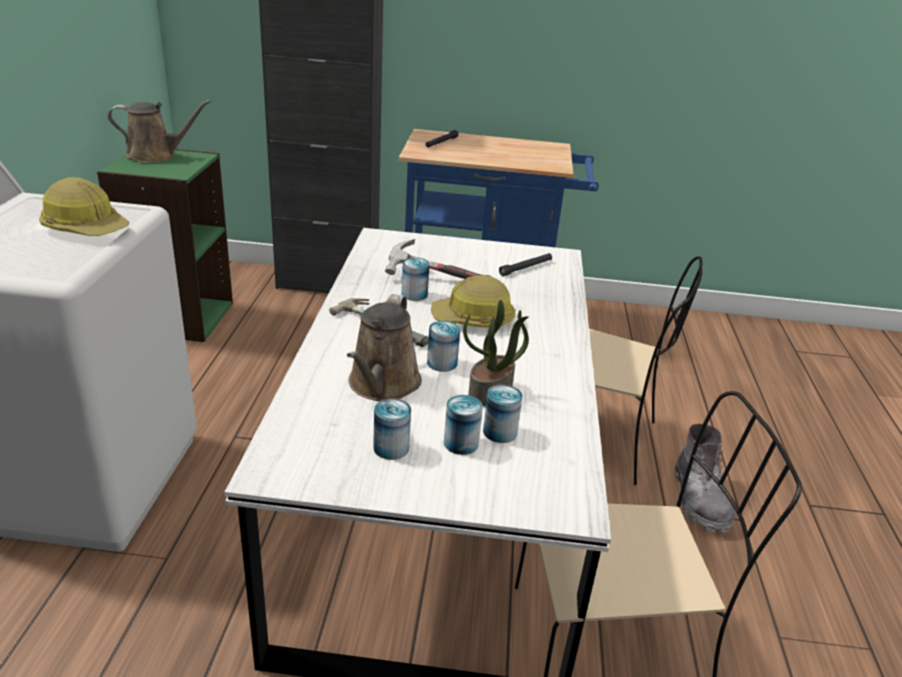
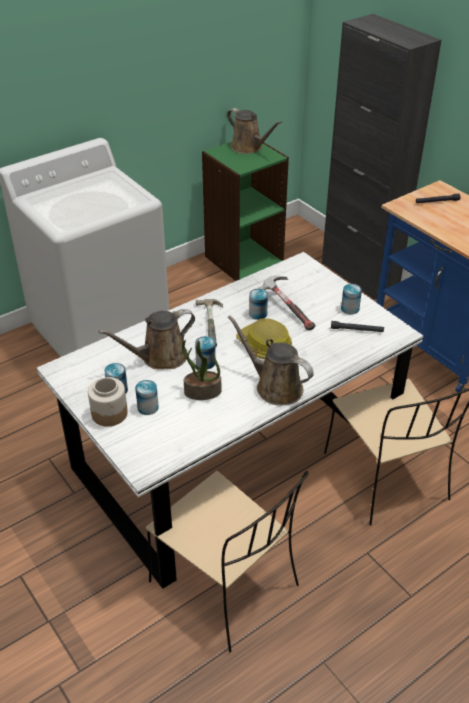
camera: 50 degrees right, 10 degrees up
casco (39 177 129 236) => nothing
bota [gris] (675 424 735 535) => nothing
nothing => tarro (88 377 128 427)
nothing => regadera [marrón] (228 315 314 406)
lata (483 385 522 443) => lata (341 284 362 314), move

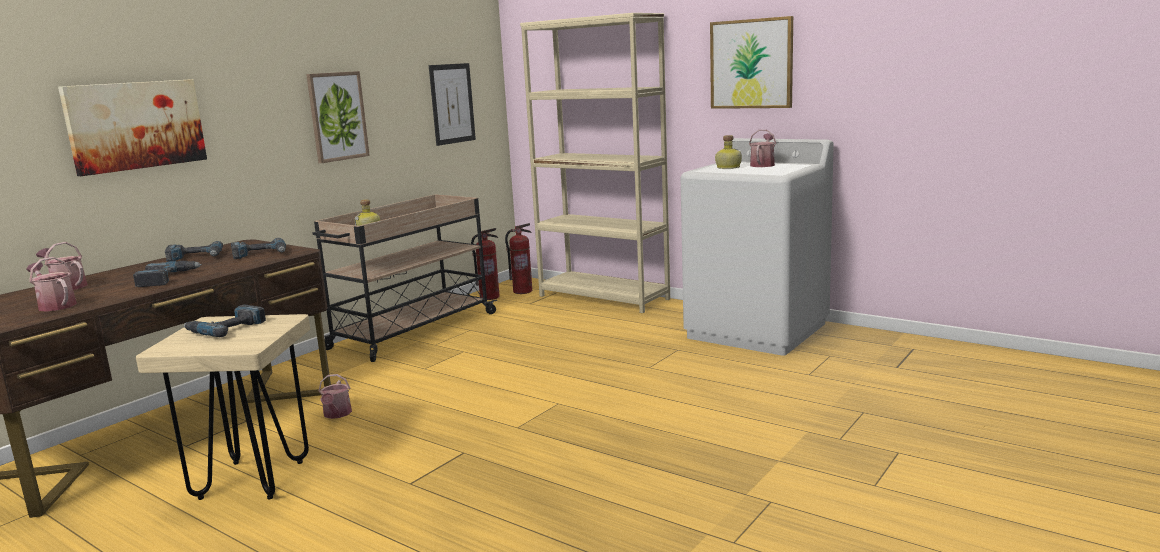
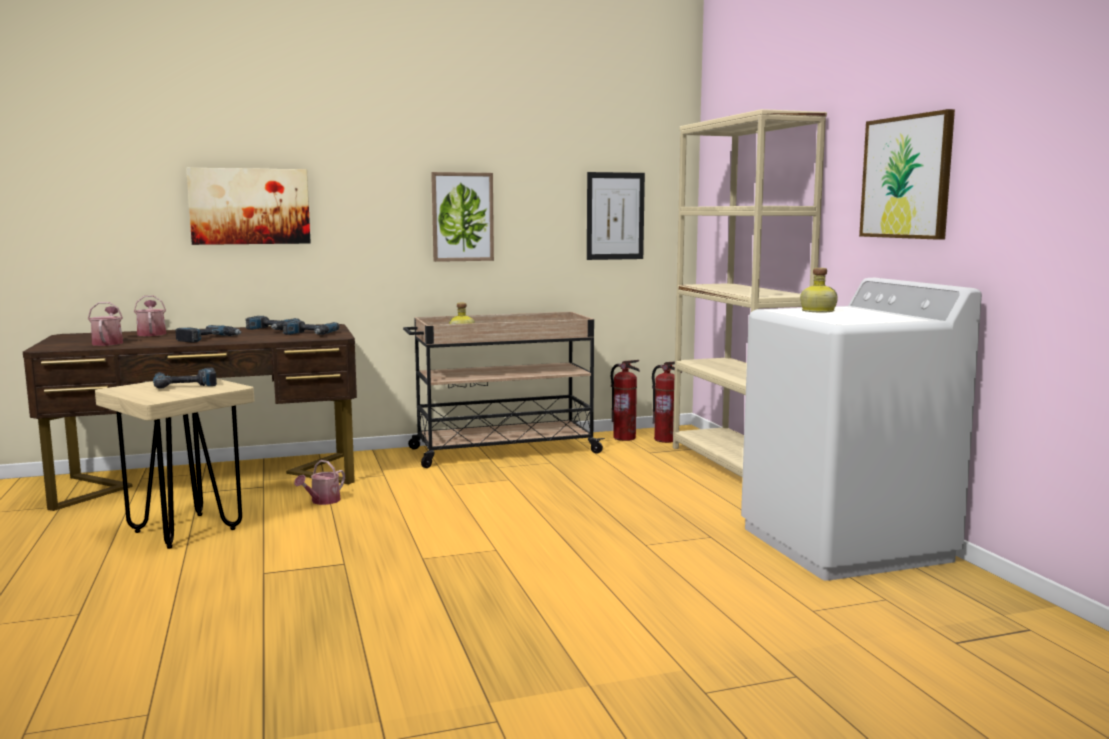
camera: 35 degrees right, 5 degrees down
regadera (749 130 776 167) => nothing

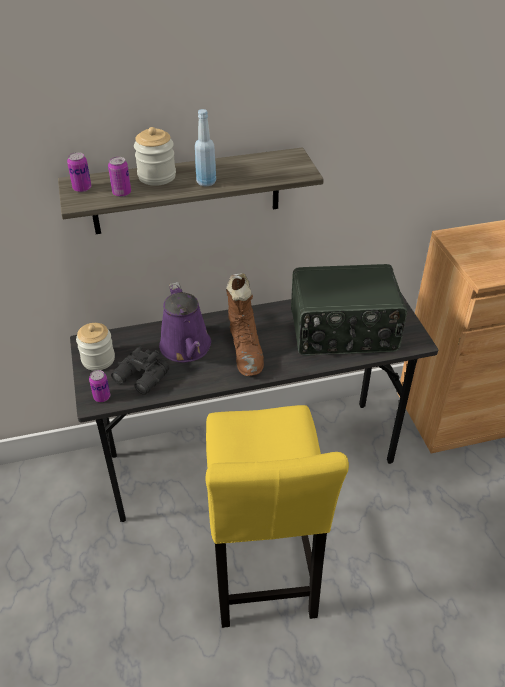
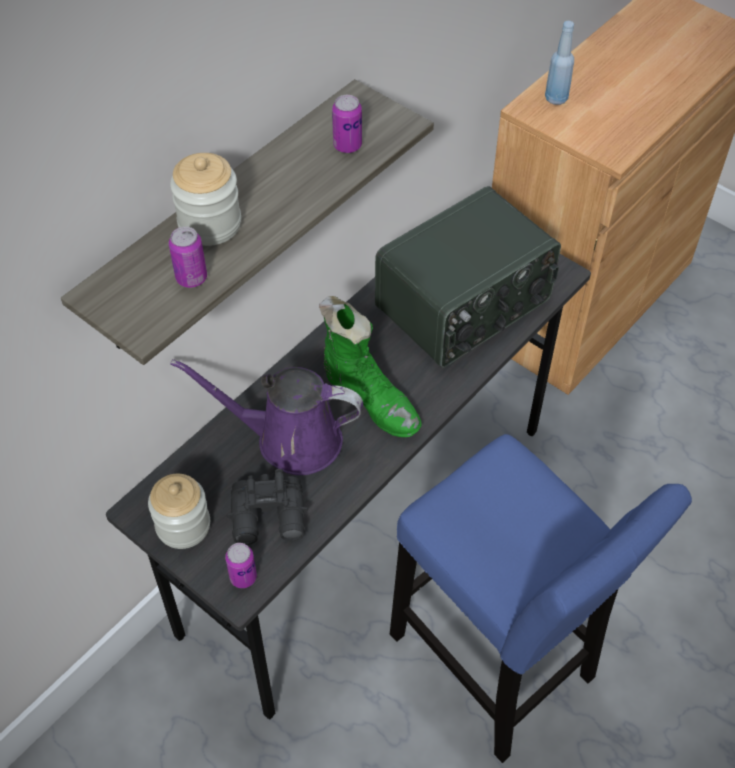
camera: 35 degrees left, 10 degrees up
lata (67 152 92 192) => lata (332 95 362 153), move
botella [azul] (195 109 216 187) => botella [azul] (545 21 574 105), move
taburete [amarillo] (205 405 349 628) => taburete [azul] (390 434 692 763)
bota [marrón] (226 273 264 376) => bota [verde] (319 296 422 437)
regadera [morado] (159 282 211 362) => regadera [morado] (170 359 363 475), 150 degrees clockwise

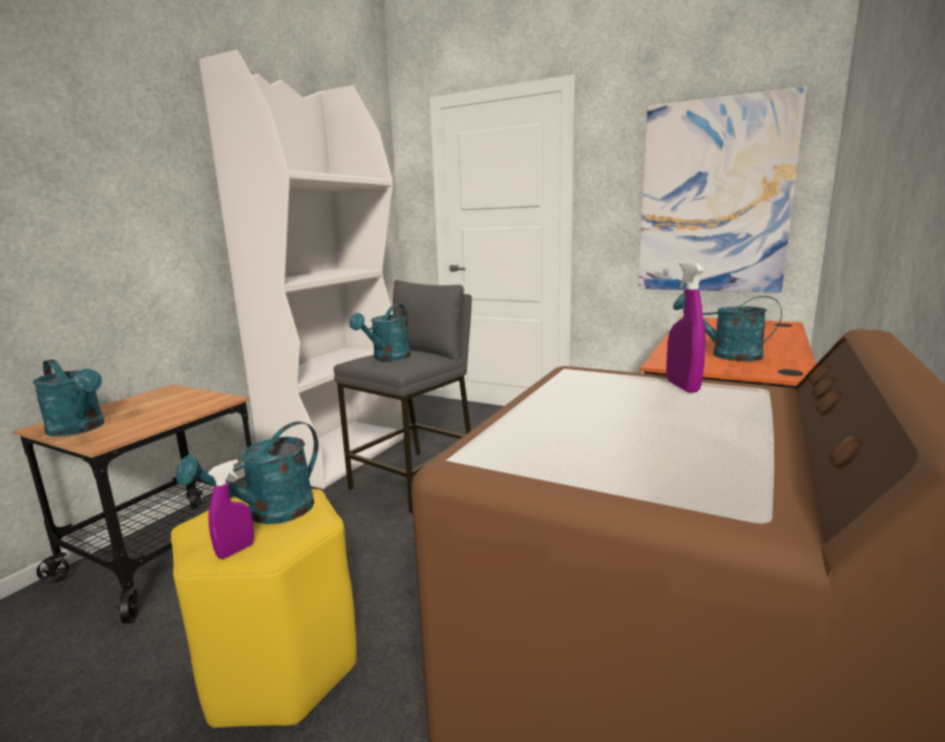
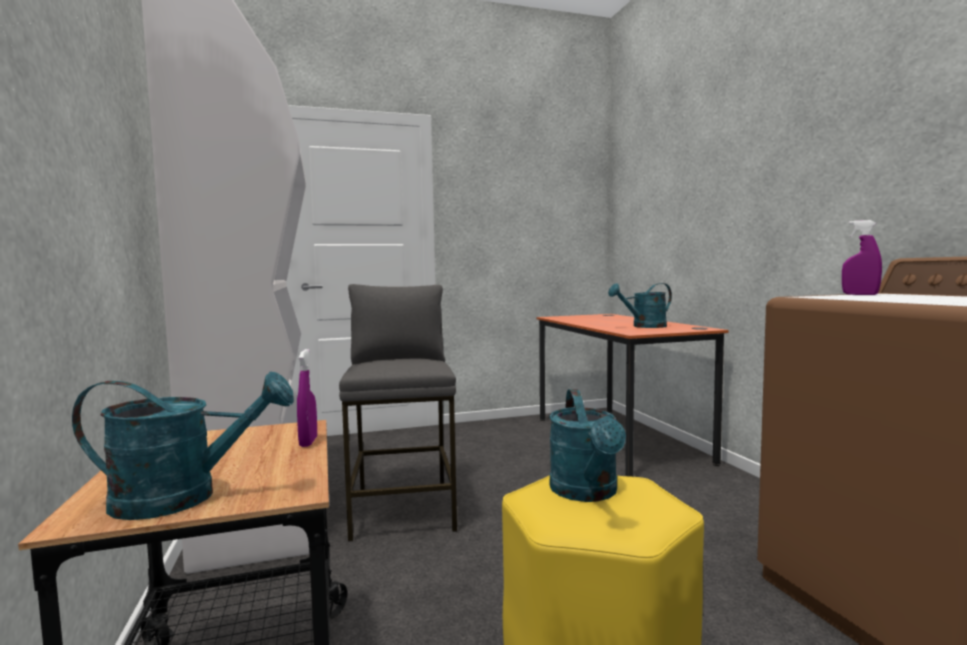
camera: 45 degrees left, 10 degrees down
regadera [turquesa] (349 304 411 361) => nothing
cuadro (638 86 807 293) => nothing
pulverizador [morado] (208 459 254 559) => pulverizador [morado] (297 349 317 447), move

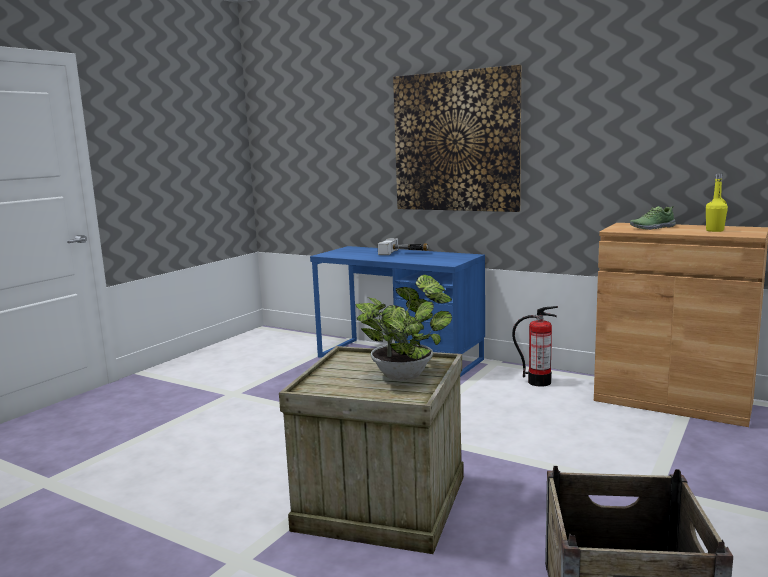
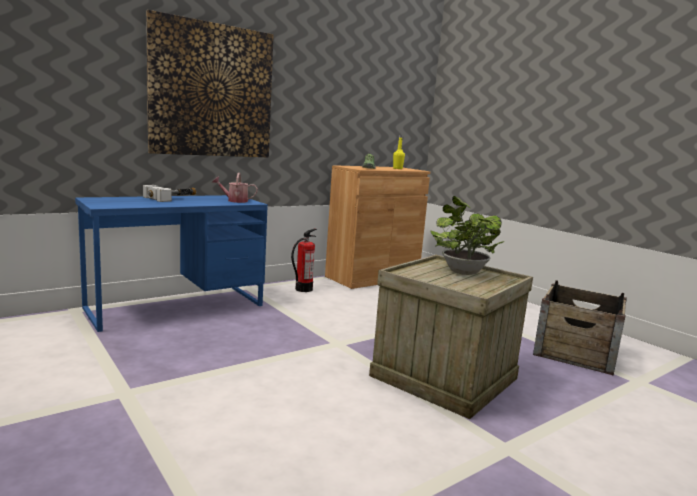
camera: 70 degrees left, 0 degrees up
nothing => regadera (212 173 258 203)

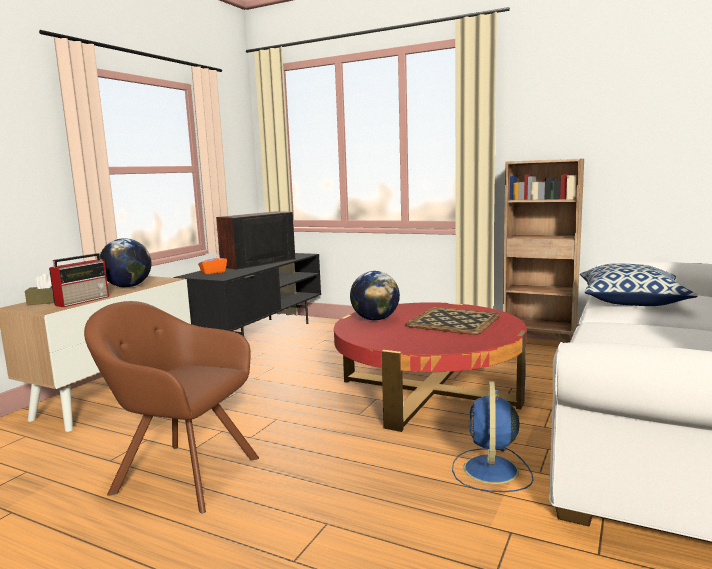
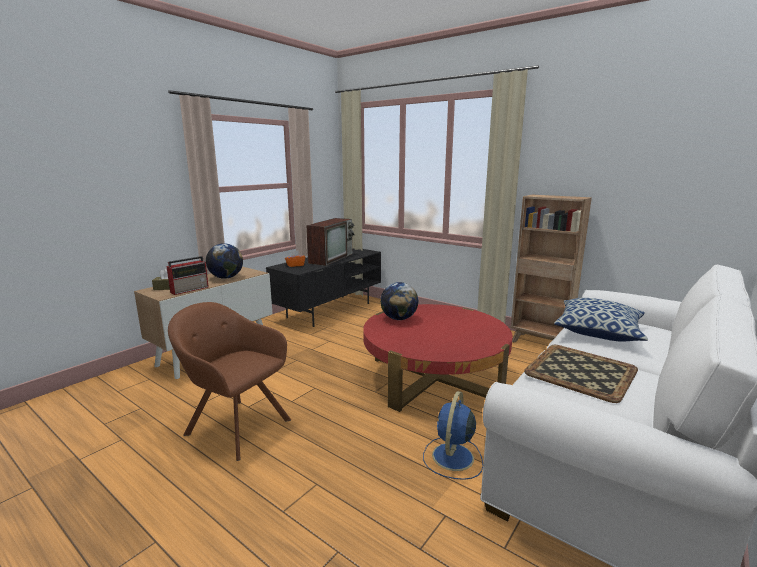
camera: 10 degrees right, 5 degrees up
bandeja (405 307 500 335) => bandeja (524 345 638 403), move
televisor (216 211 295 270) => televisor (306 218 355 266), 150 degrees clockwise

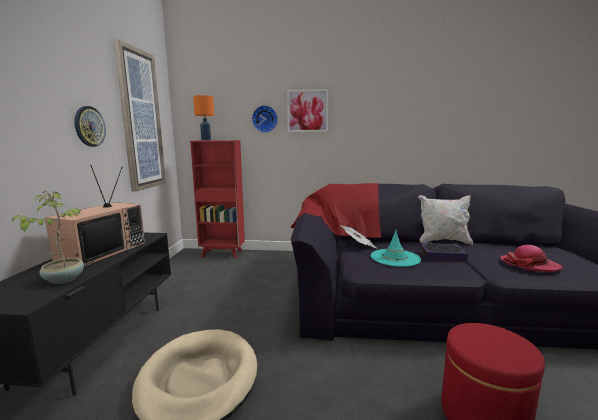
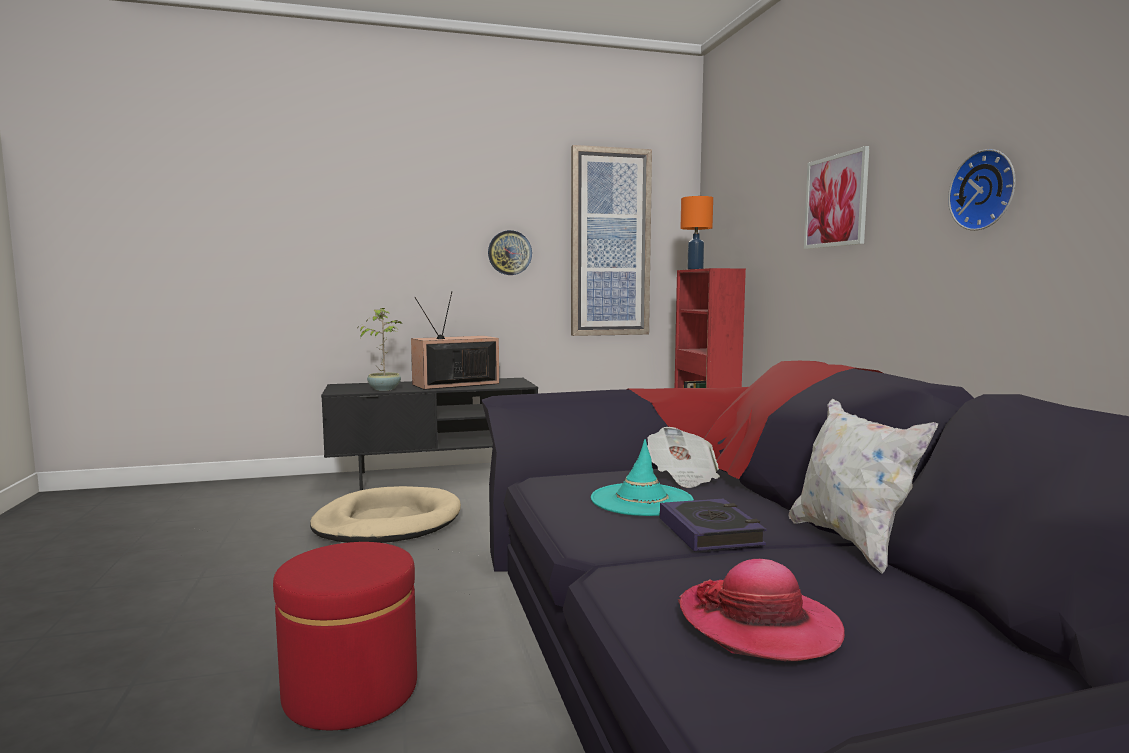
camera: 70 degrees right, 5 degrees down
reloj de pared (252 105 278 133) => reloj de pared (948 149 1016 231), move
televisor (45 165 145 267) => televisor (411 291 499 390), 150 degrees clockwise

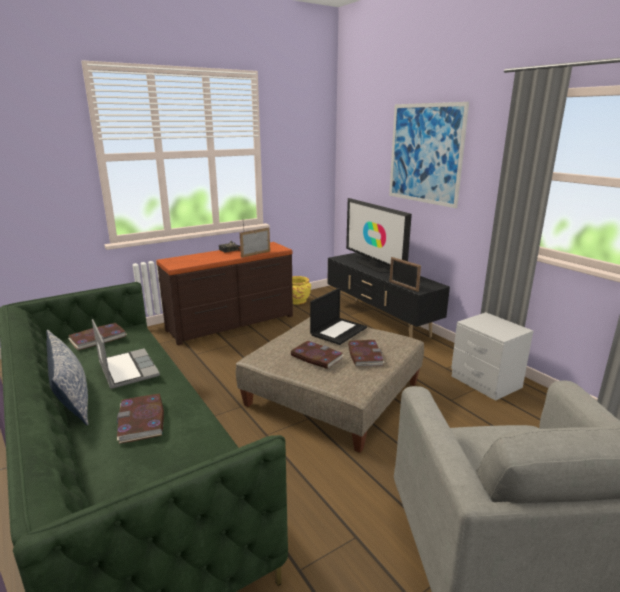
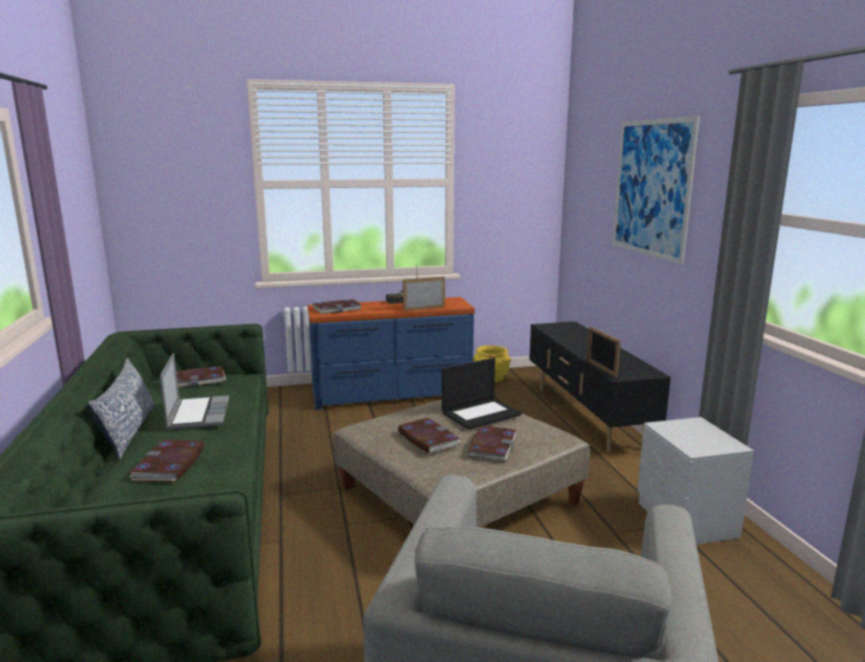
camera: 20 degrees right, 5 degrees down
televisor (346 198 412 273) => nothing
nothing => libro (313 299 362 314)
cómoda [marrón] (156 242 293 345) => cómoda [azul] (308 297 475 410)

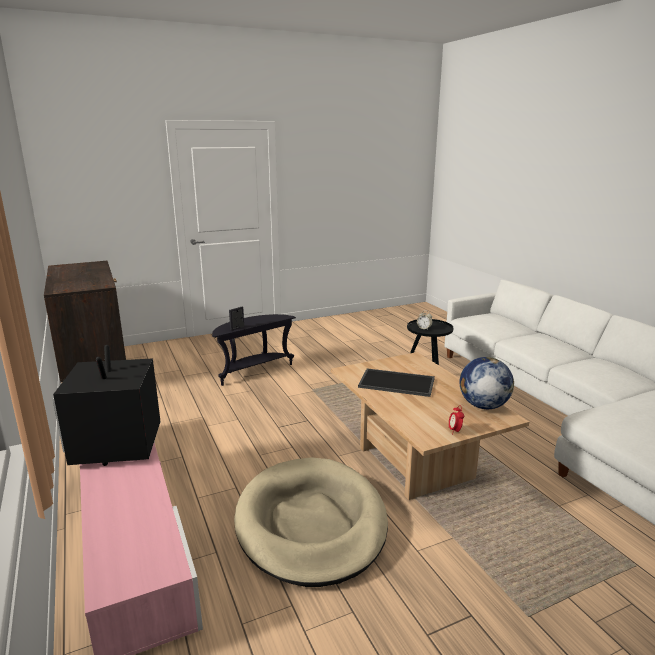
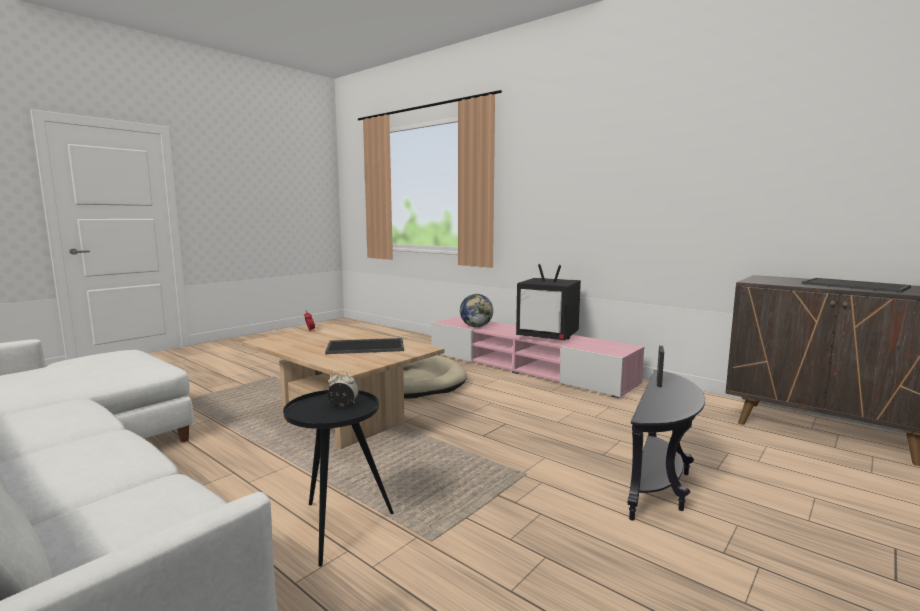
camera: 155 degrees right, 10 degrees down
nothing => bandeja (802 278 911 293)
globo terráqueo (460 357 514 409) => globo terráqueo (460 294 493 327), move
televisor (53 345 161 466) => televisor (516 264 581 340), 150 degrees clockwise

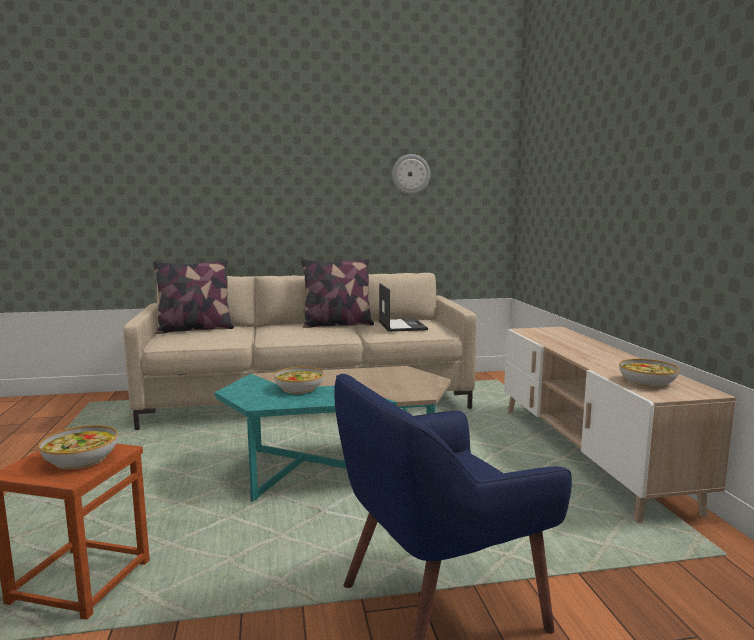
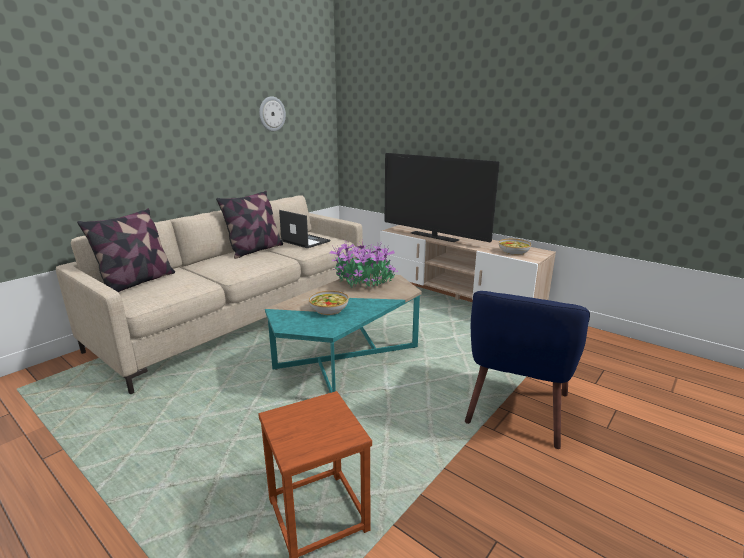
camera: 40 degrees left, 10 degrees up
cuenco (39 425 118 469) => nothing
nothing => planta en maceta (330 239 398 288)
nothing => televisor (384 153 500 243)

